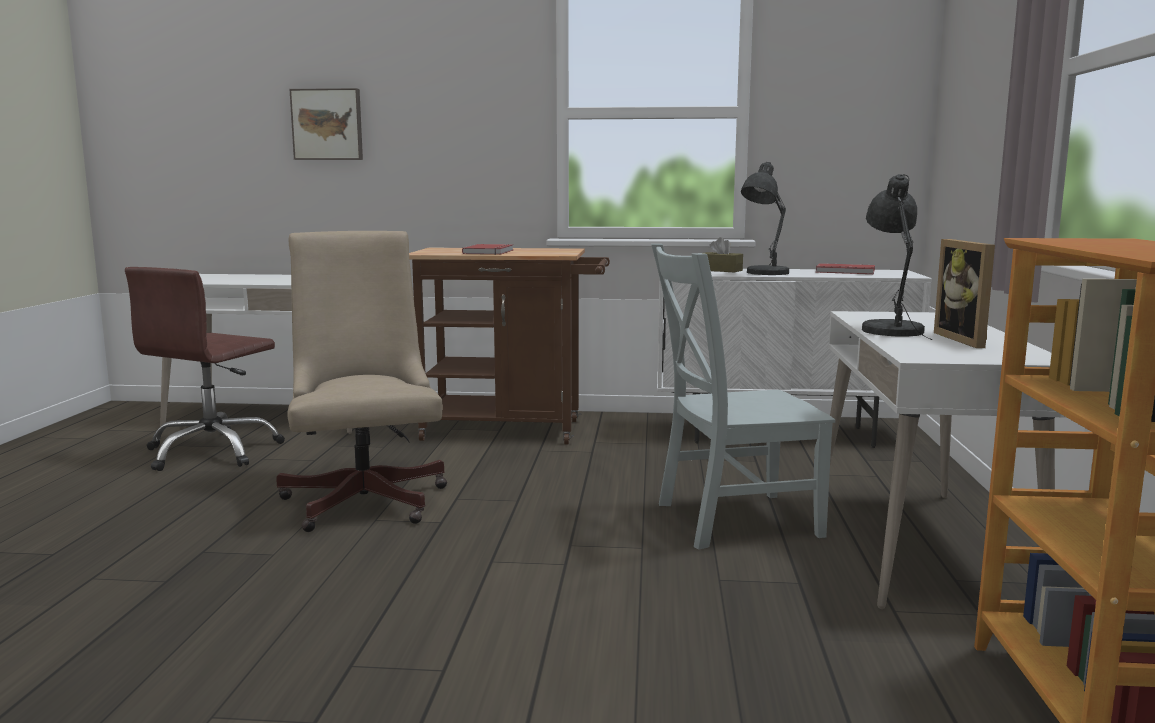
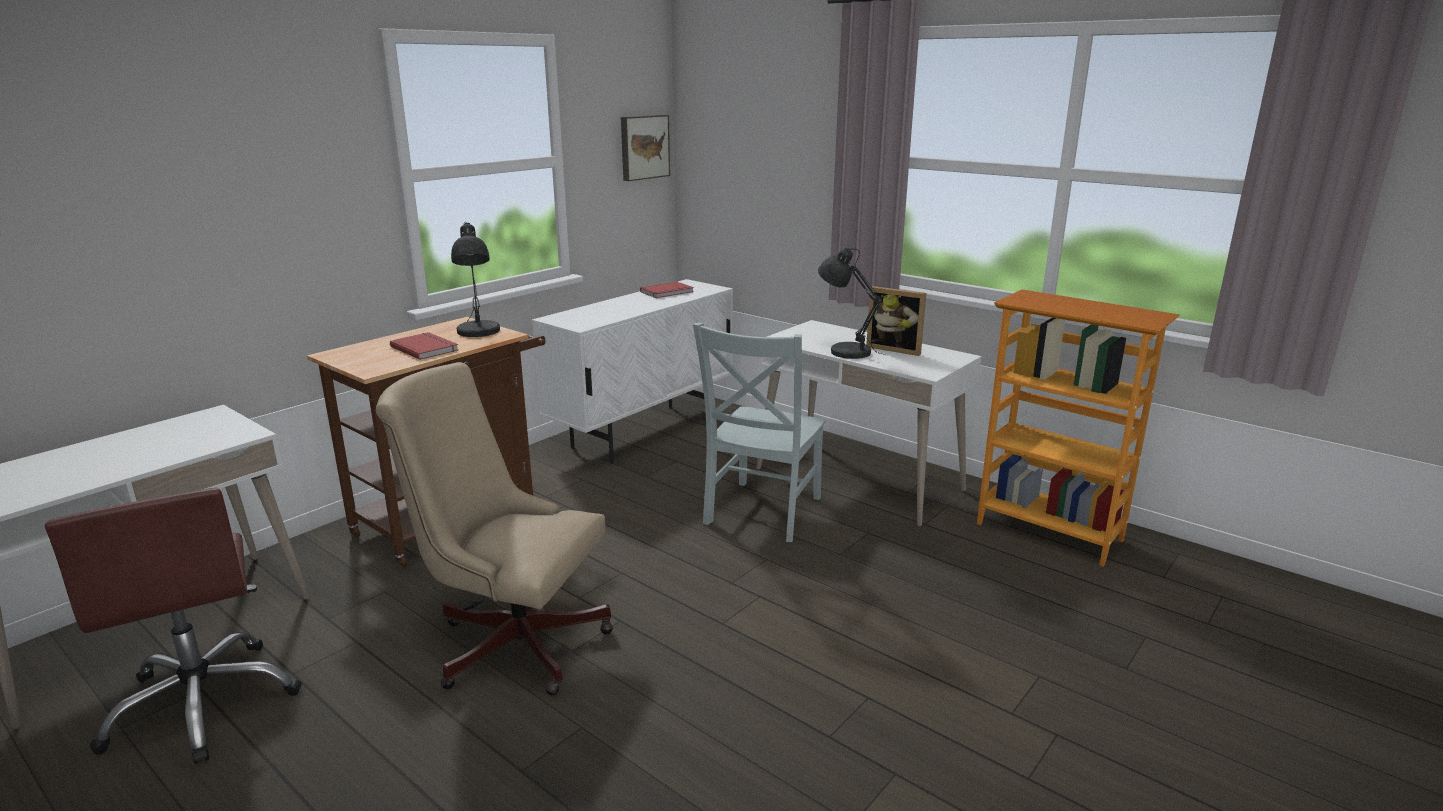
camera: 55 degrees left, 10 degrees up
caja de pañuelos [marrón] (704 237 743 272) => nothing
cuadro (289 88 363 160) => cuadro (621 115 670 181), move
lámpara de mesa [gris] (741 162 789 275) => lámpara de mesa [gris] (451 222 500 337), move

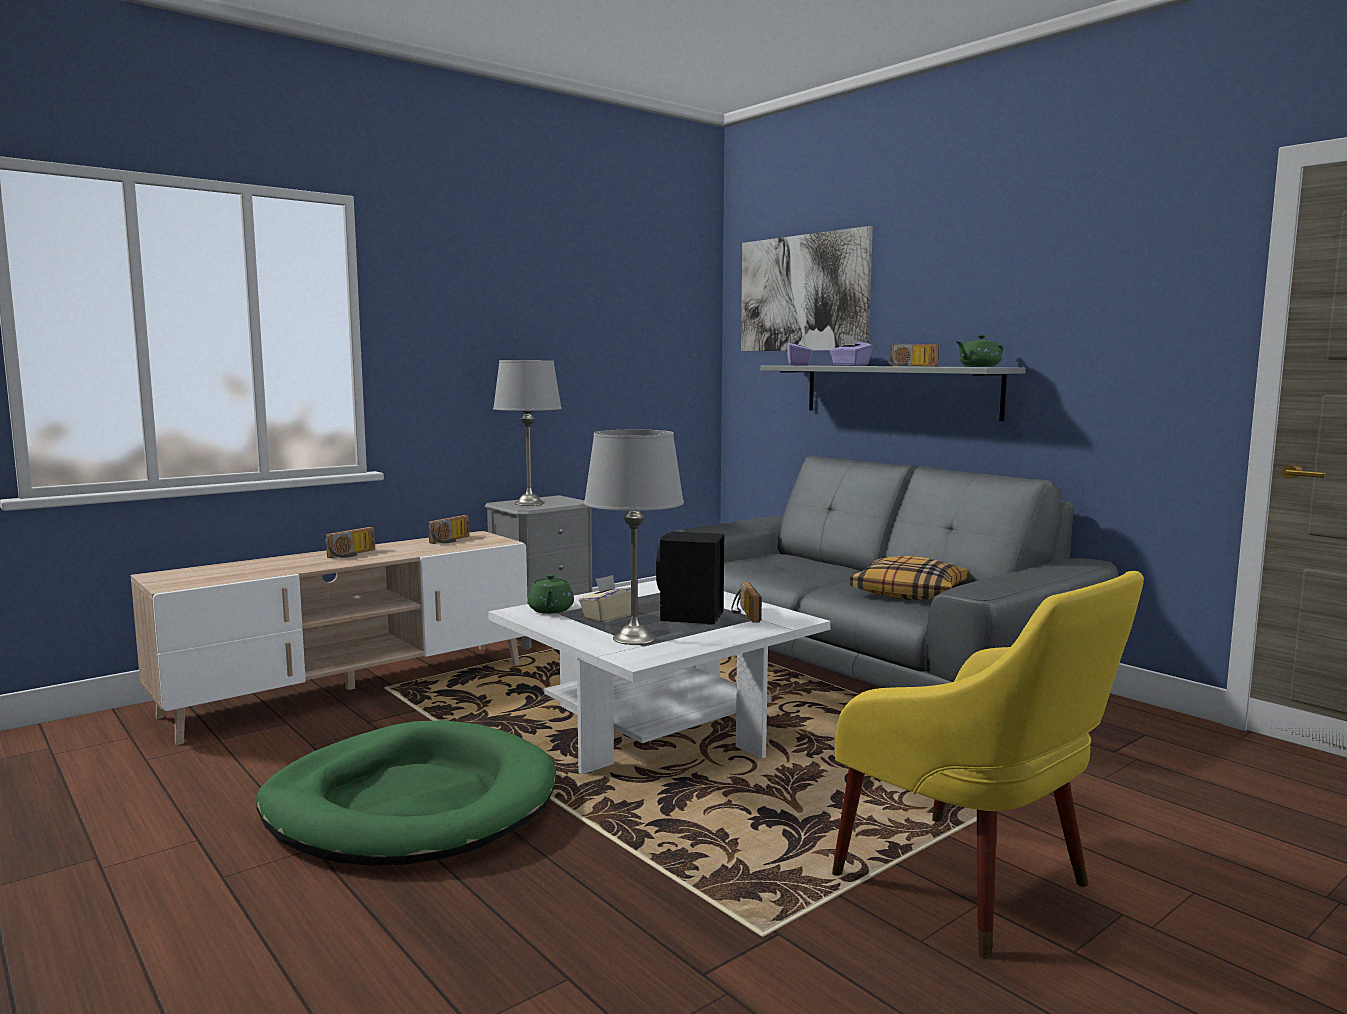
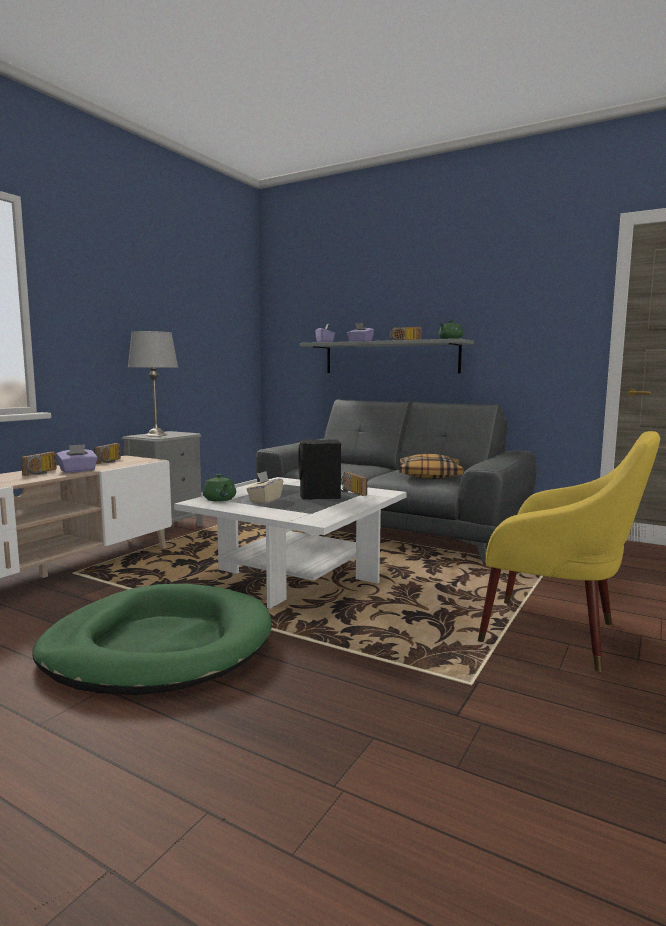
camera: 20 degrees left, 0 degrees up
lámpara de mesa [gris] (584 430 684 645) => nothing
cuadro (741 226 873 351) => nothing
nothing => caja de pañuelos [morado] (56 444 98 473)

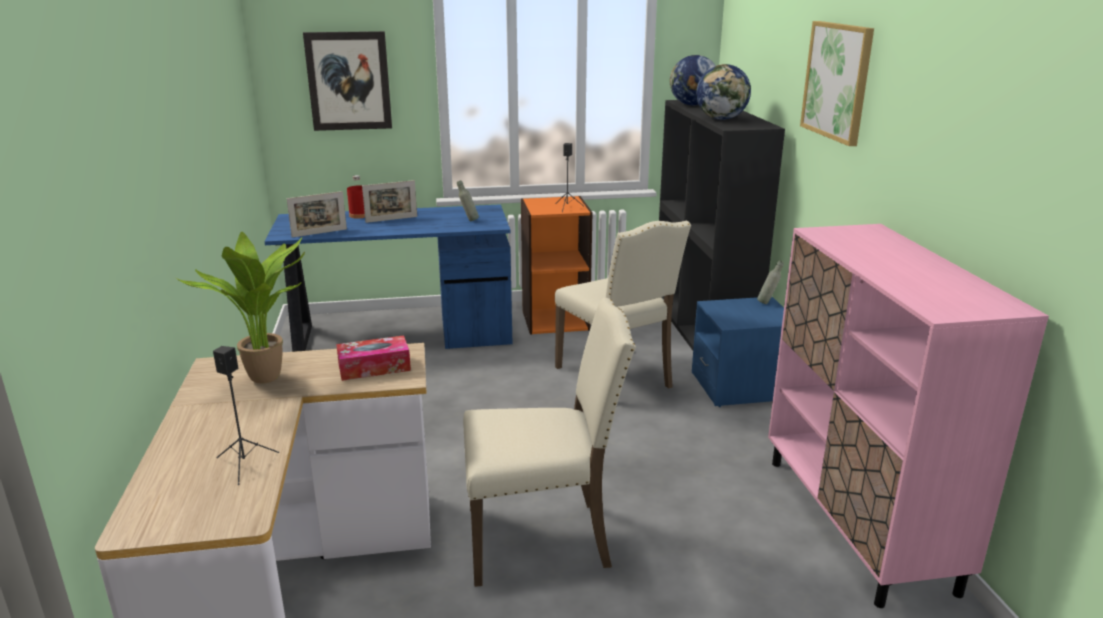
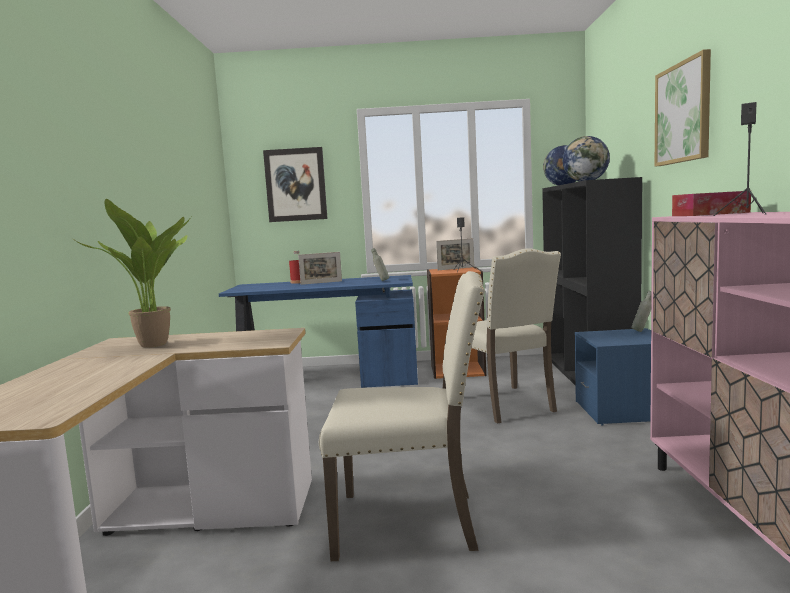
camera: 10 degrees right, 15 degrees down
altavoz [negro] (213 346 279 485) => altavoz [negro] (713 102 766 216), move
portarretratos (287 191 347 238) => portarretratos (436 238 474 270), move
caja de pañuelos (336 335 411 381) => caja de pañuelos (672 191 751 216), move

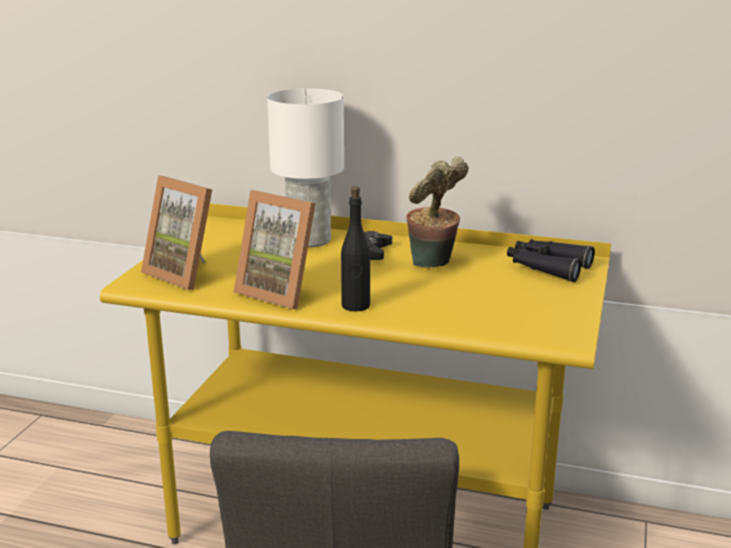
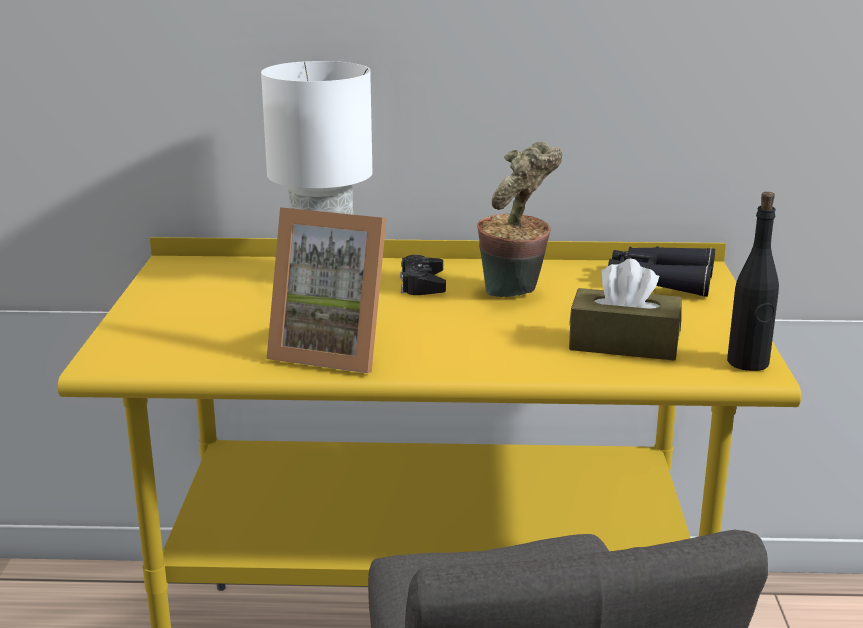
camera: 15 degrees left, 0 degrees up
portarretratos (141 175 212 290) => nothing
nothing => caja de pañuelos [marrón] (569 259 682 361)
botella [negro] (341 186 370 311) => botella [negro] (727 192 779 371), move

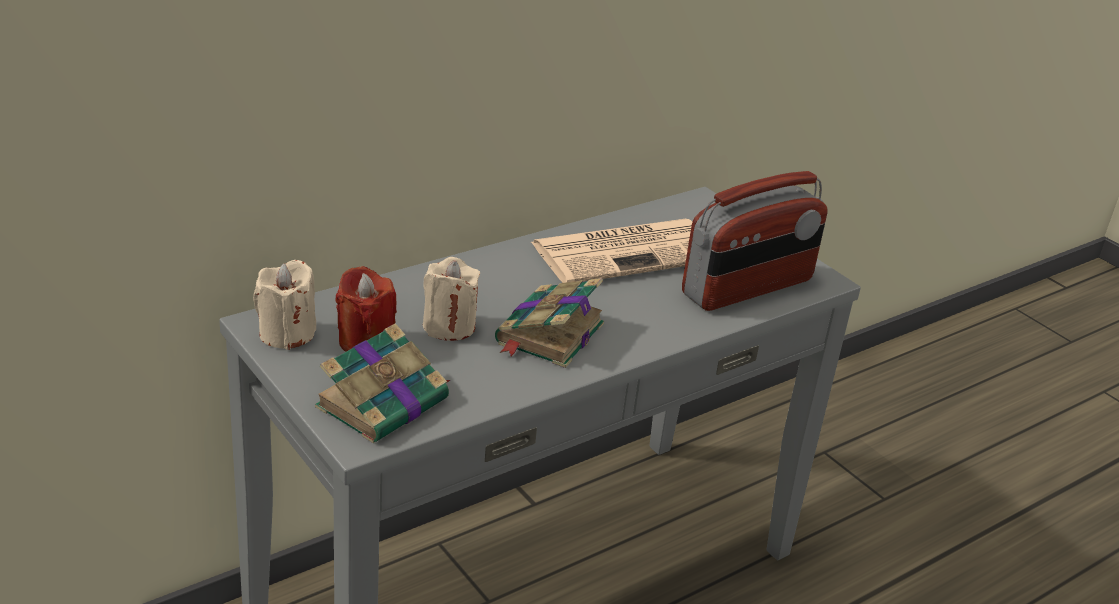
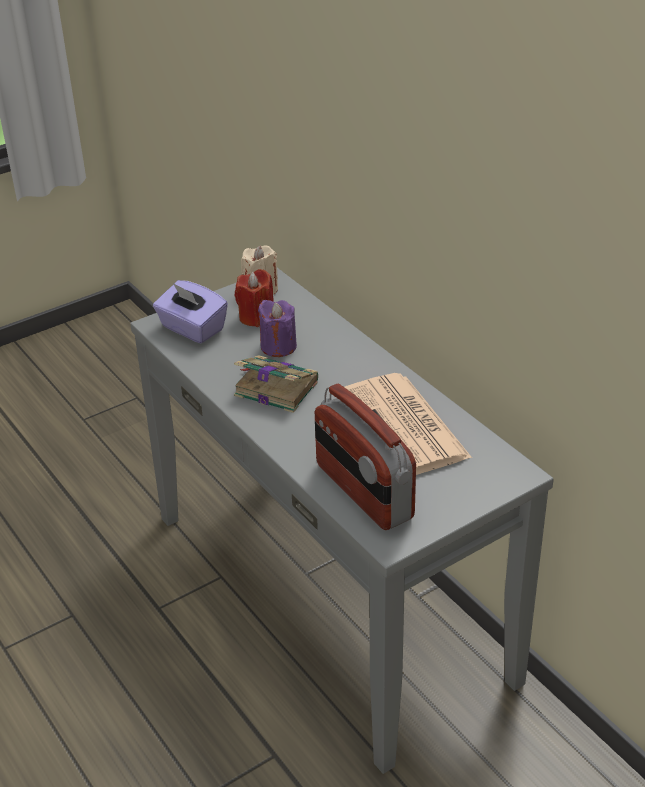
camera: 95 degrees right, 5 degrees up
libro (315 323 450 443) => caja de pañuelos [morado] (153 280 228 344)
vela [beis] (423 257 480 341) => vela [morado] (258 300 297 357)

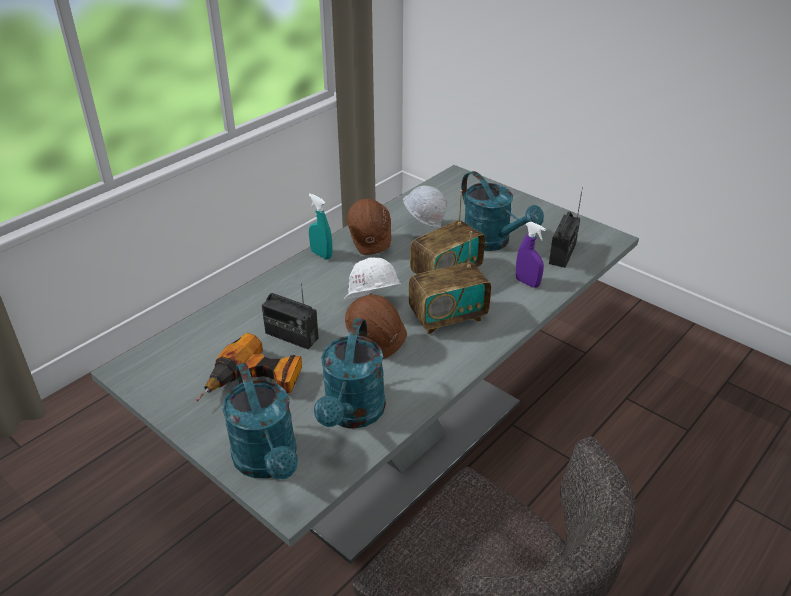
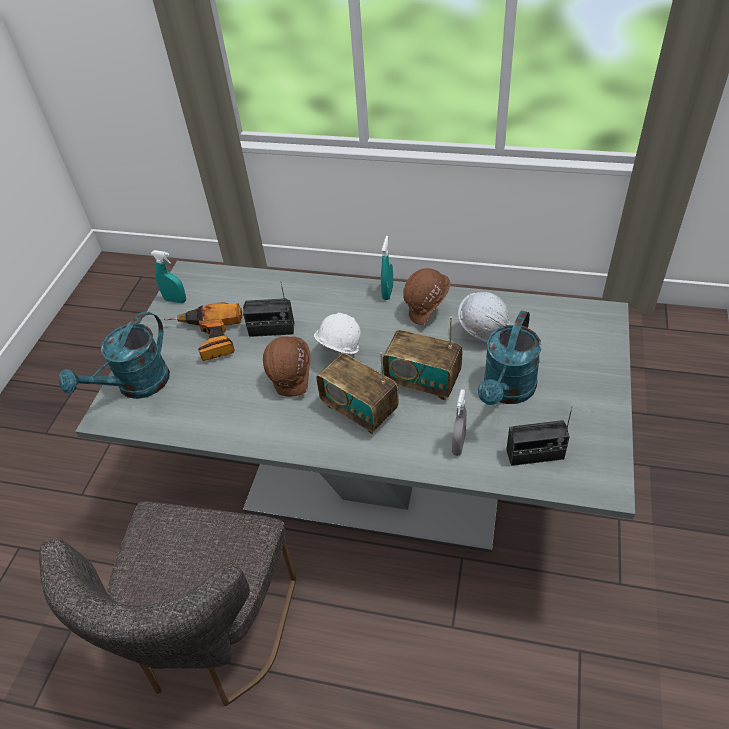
camera: 65 degrees right, 10 degrees up
regadera [turquesa] (314 318 386 429) => nothing
nothing => pulverizador [turquesa] (151 250 186 303)
pulverizador [morado] (516 222 546 288) => pulverizador [gris] (452 389 467 456)
radio (262 284 319 350) => radio (243 284 294 337), 90 degrees counterclockwise

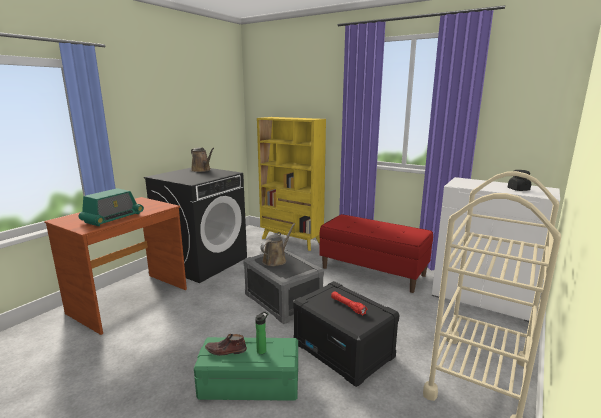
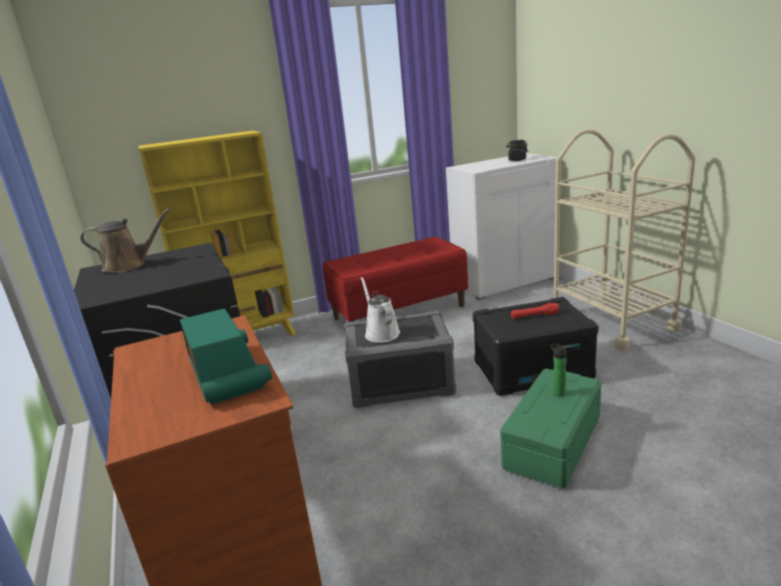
camera: 55 degrees left, 5 degrees up
zapato [marrón] (205 334 247 356) => nothing
regadera [marrón] (261 223 295 266) => regadera [blanco] (361 277 400 342)

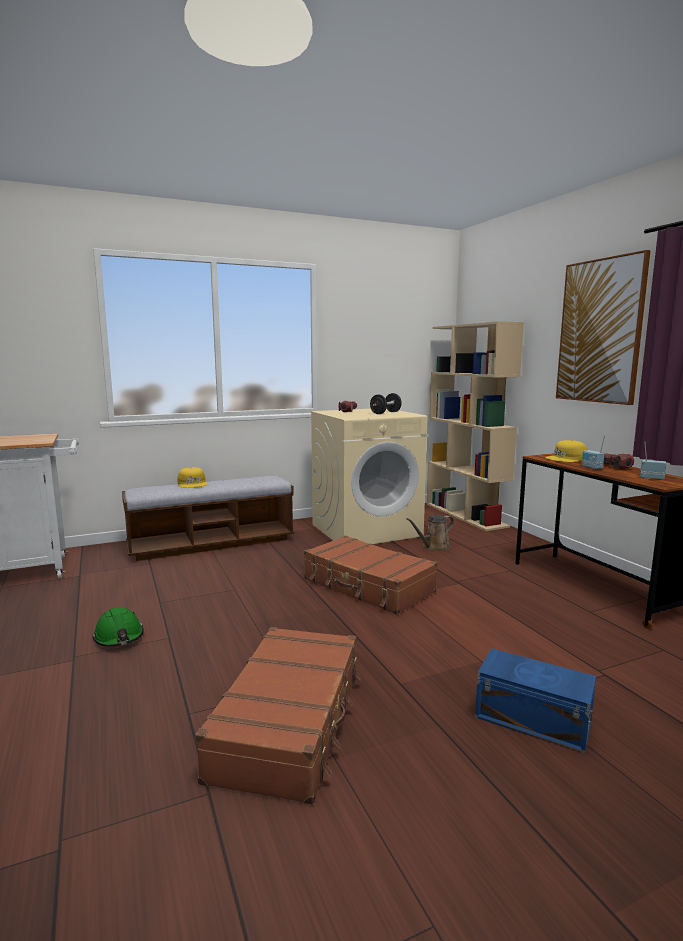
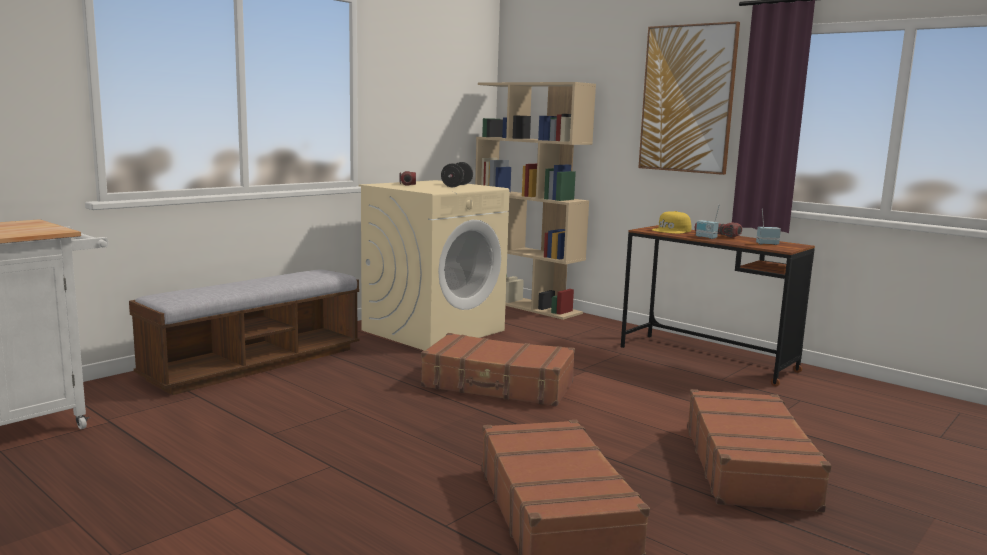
camera: 25 degrees left, 0 degrees up
casco [verde] (92 607 144 647) => nothing
gorra [amarillo] (177 467 207 488) => nothing
regadera [marrón] (406 515 454 550) => nothing
caja de almacenaje [azul] (475 648 596 754) => maleta [marrón] (687 389 831 512)

